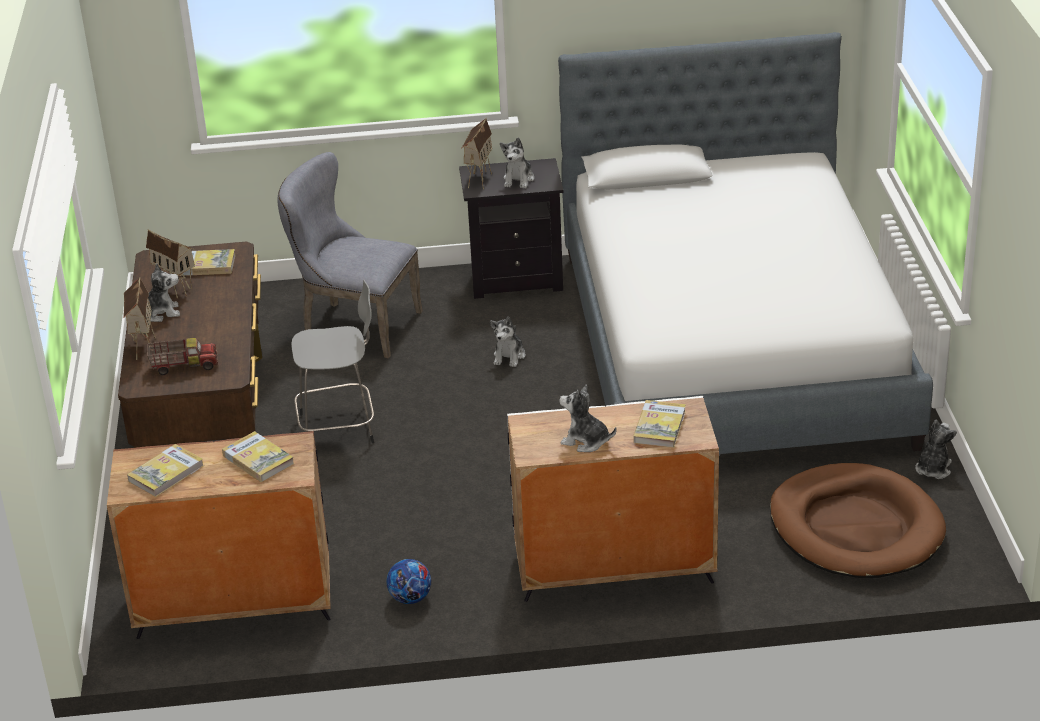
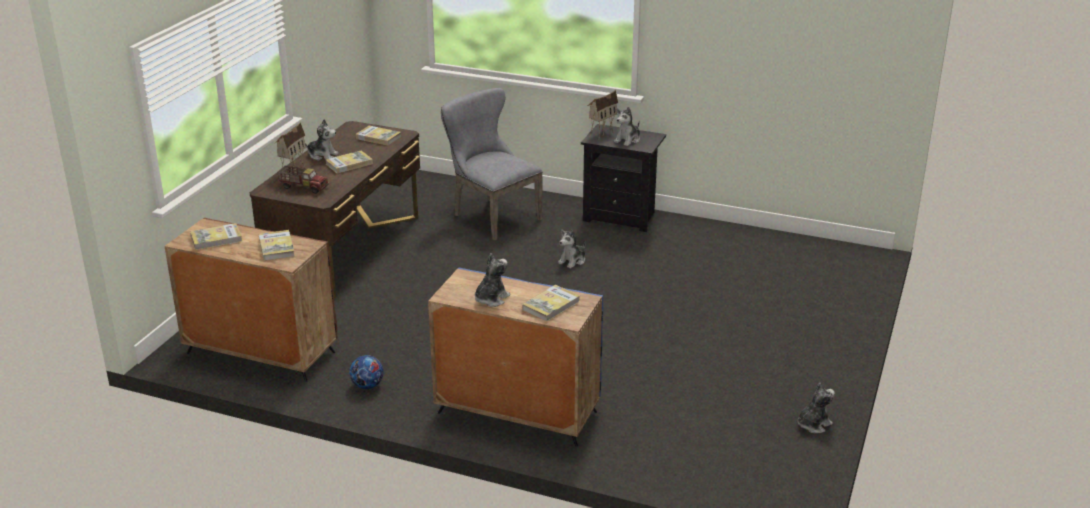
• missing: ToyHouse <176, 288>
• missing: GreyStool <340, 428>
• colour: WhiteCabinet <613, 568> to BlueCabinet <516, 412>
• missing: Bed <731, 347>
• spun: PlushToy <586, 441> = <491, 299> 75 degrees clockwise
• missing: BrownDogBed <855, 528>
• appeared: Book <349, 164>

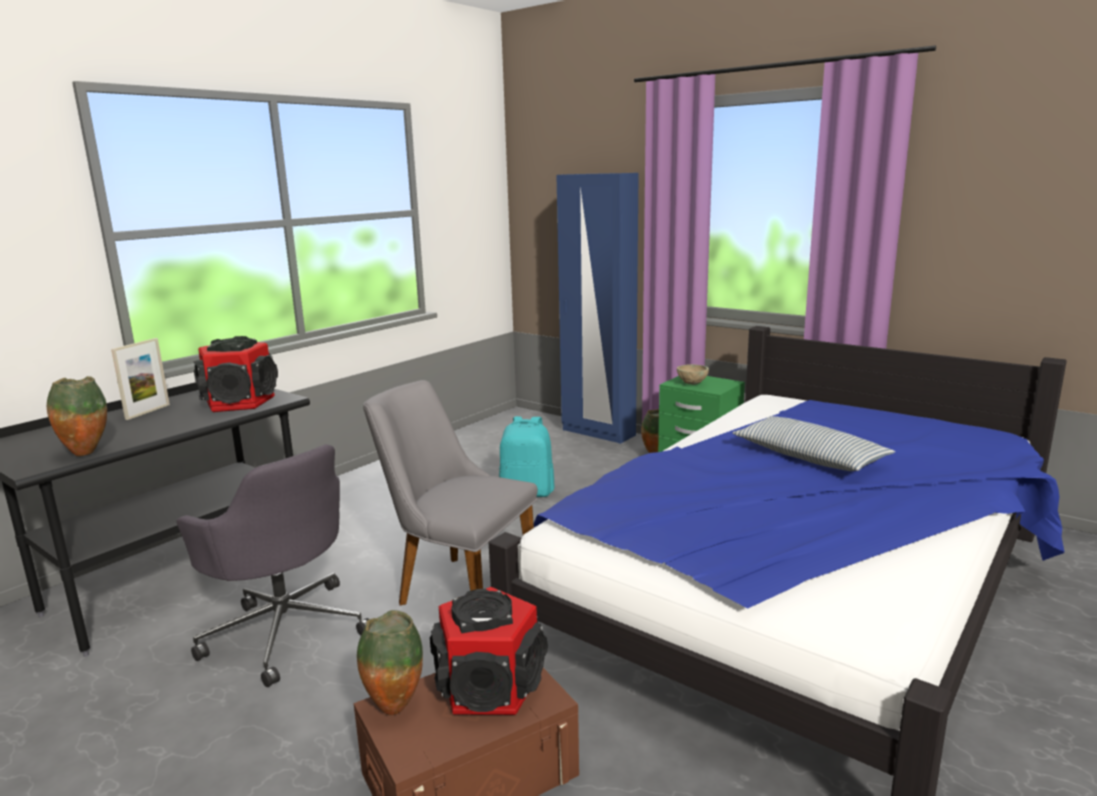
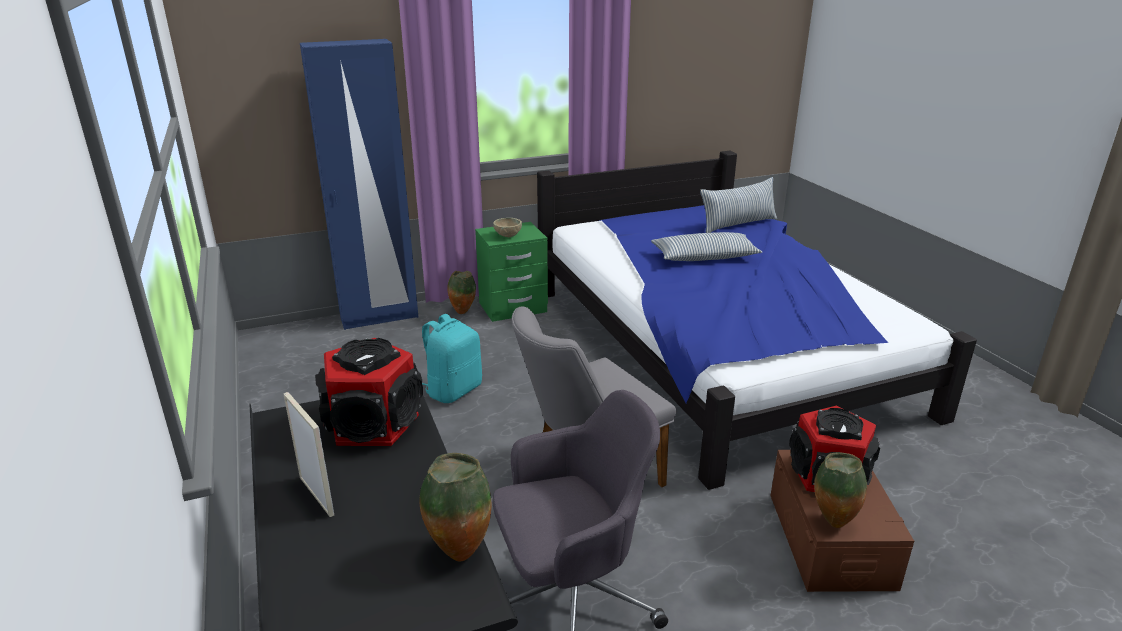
• appeared: Pillow <738, 224>

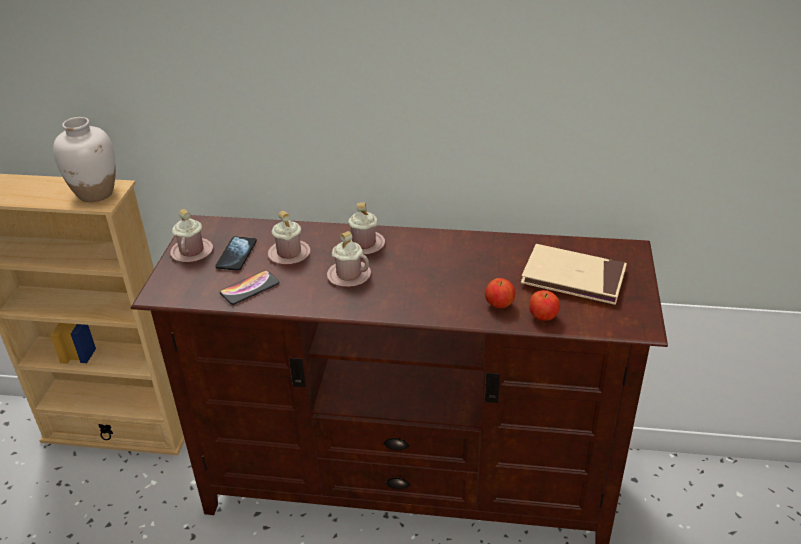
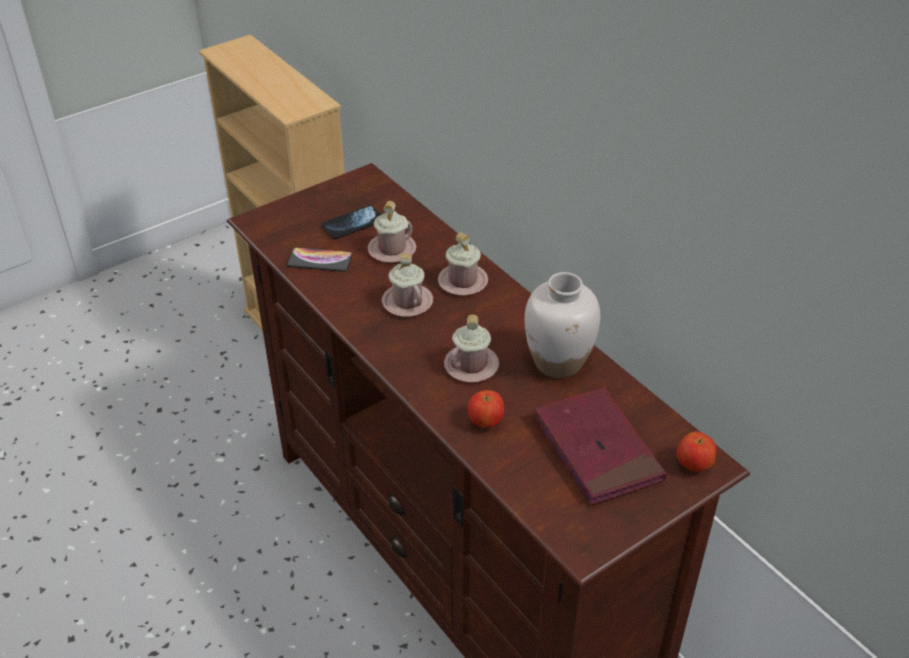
• relocated: WhiteVase <96, 193> to <558, 363>
• relocated: PinkMug <192, 252> to <471, 365>
• colour: BeigeBook <573, 278> to RedBook <597, 449>
• relocated: Apple <543, 317> to <693, 465>

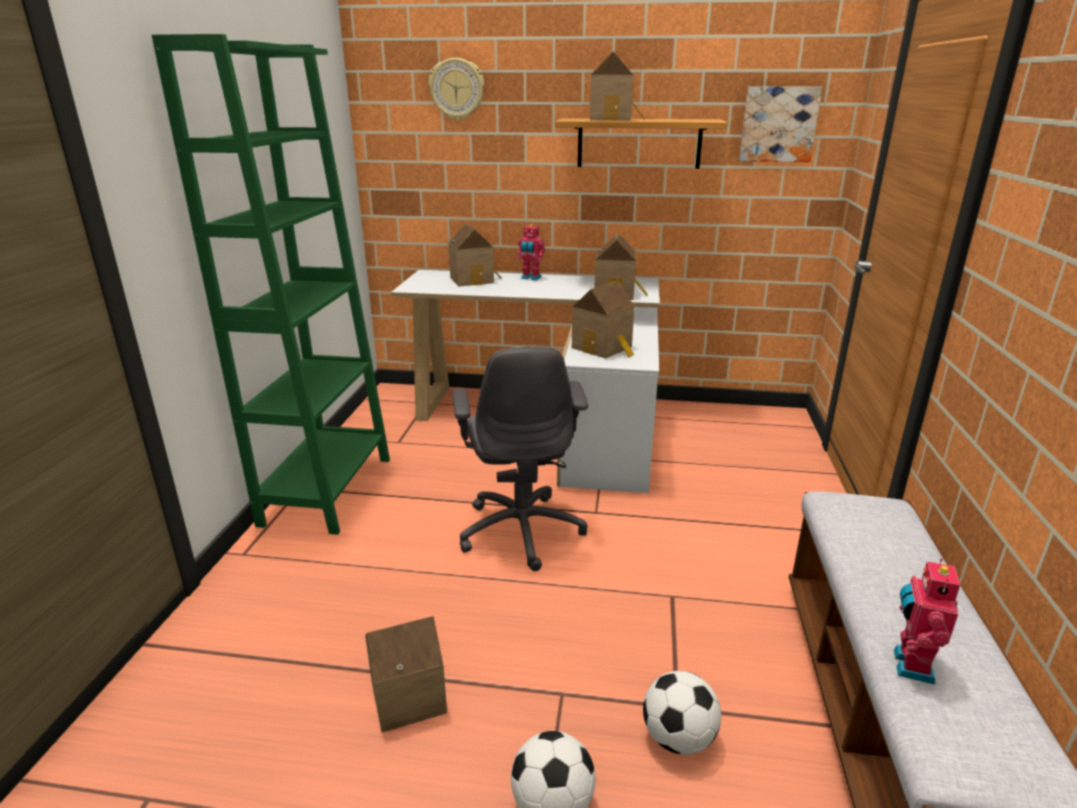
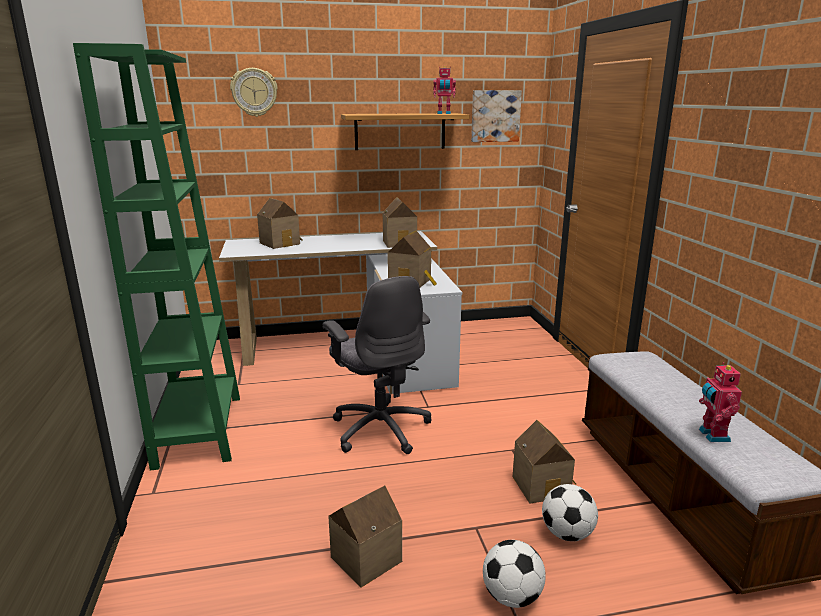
• relocated: ToyRobot <530, 278> to <444, 113>
• relocated: ToyHouse <613, 119> to <543, 486>

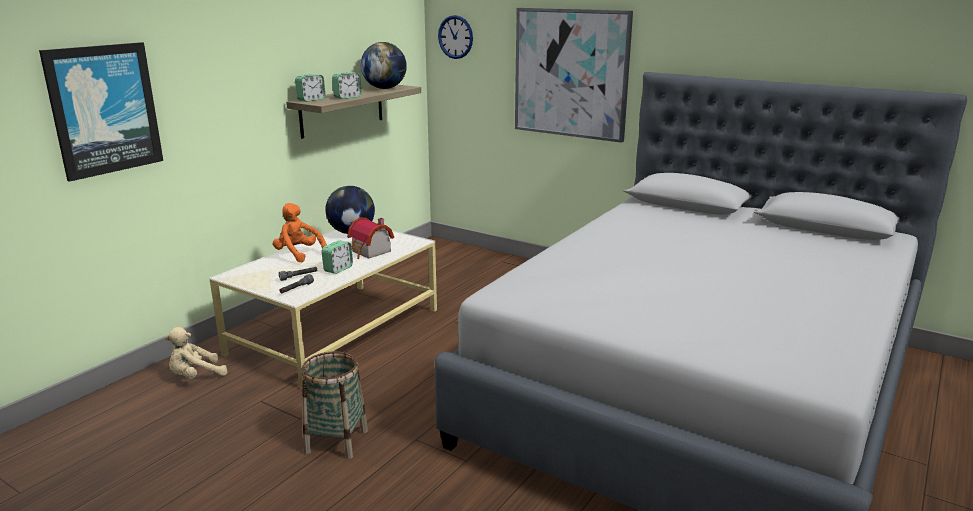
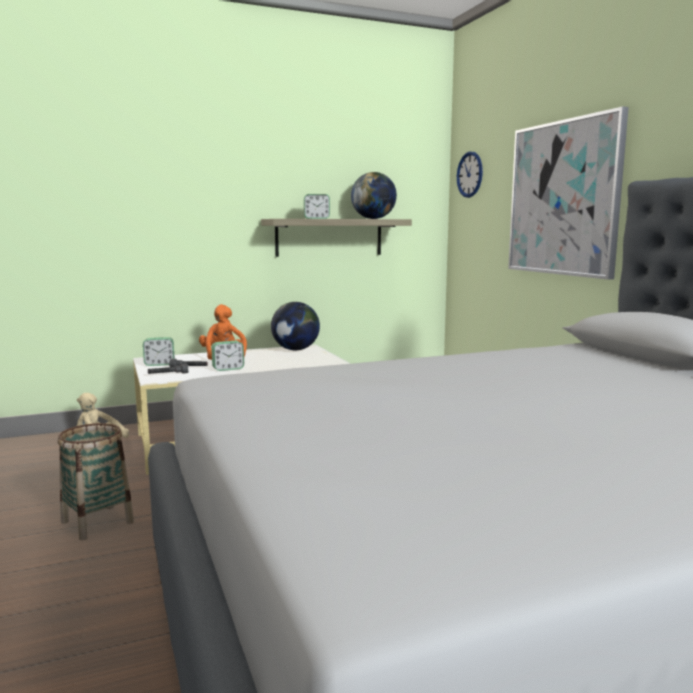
• missing: Picture <104, 109>
• relocated: AlarmClock <311, 100> to <159, 364>
• missing: ToyHouse <370, 252>

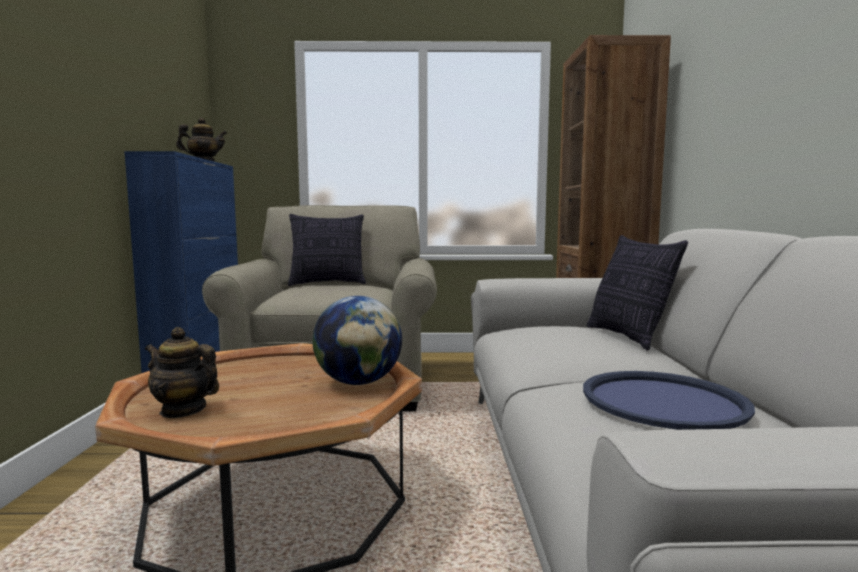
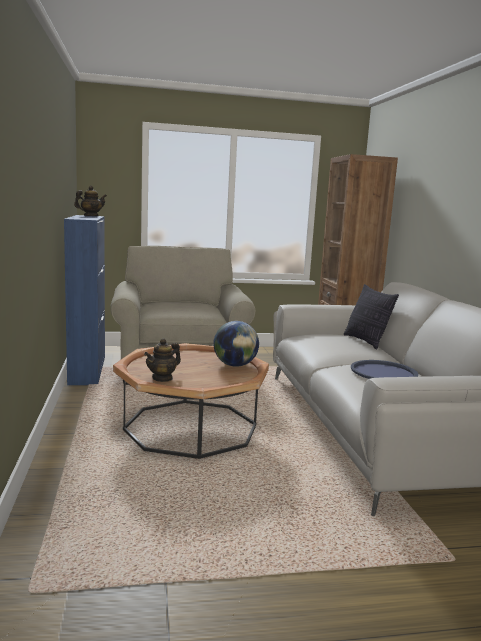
• spun: Teapot <183, 410> = <162, 378> 60 degrees counterclockwise
• missing: Pillow <328, 284>

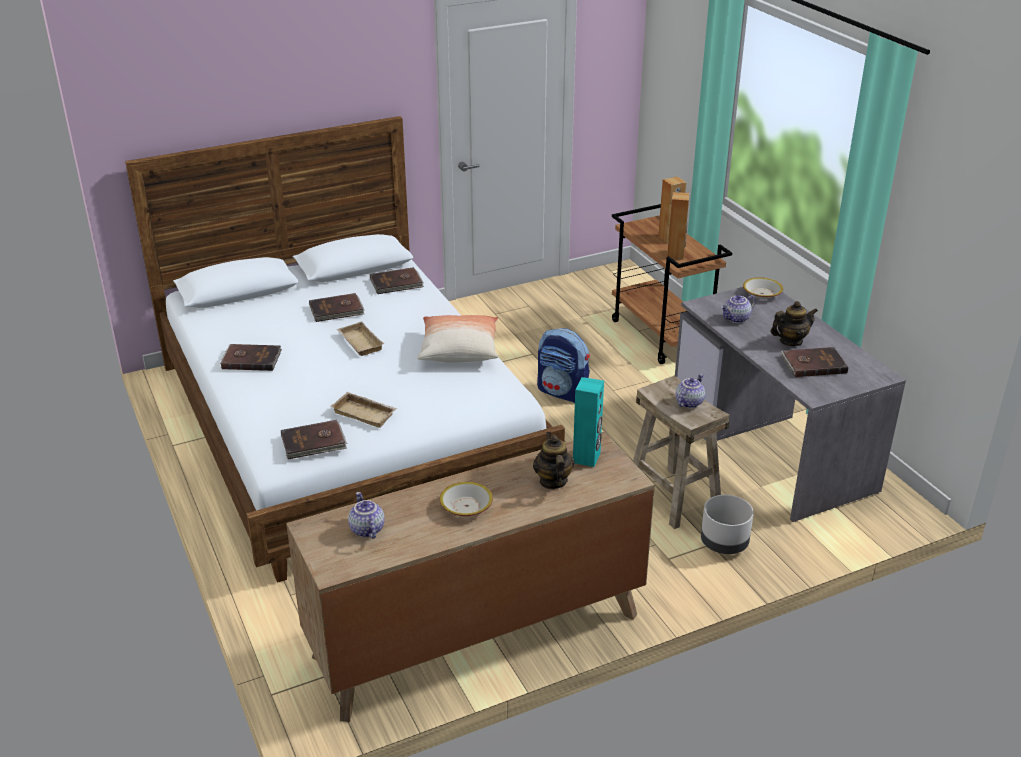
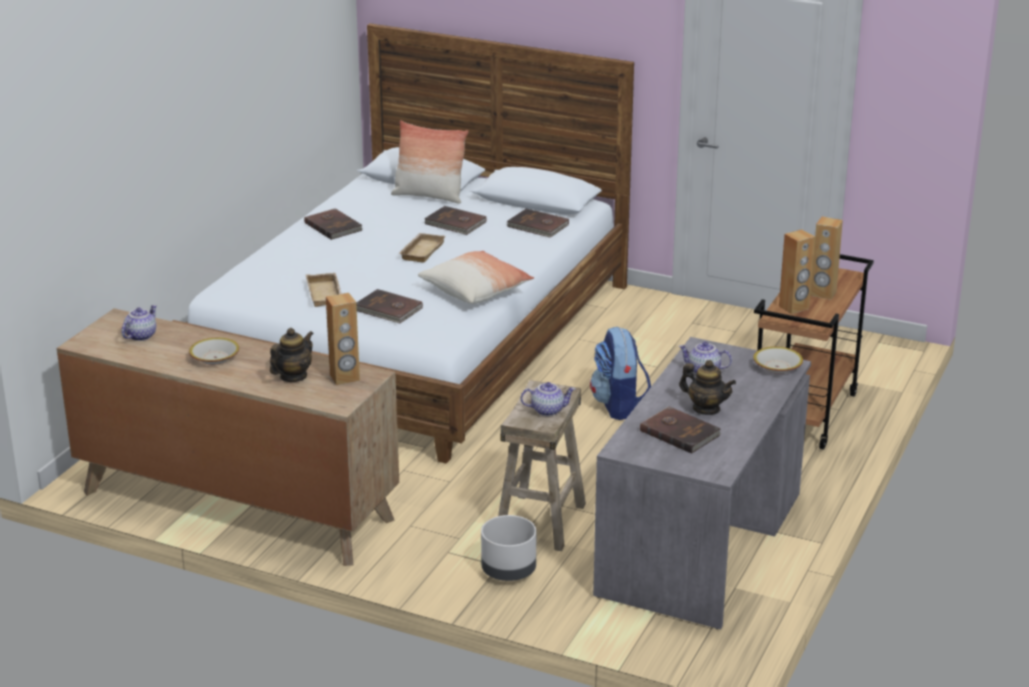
• relocated: BrownBook <314, 442> to <388, 310>
• colour: TurquoiseSpeaker <587, 458> to BrownSpeaker <345, 378>
• appeared: Pillow <429, 196>

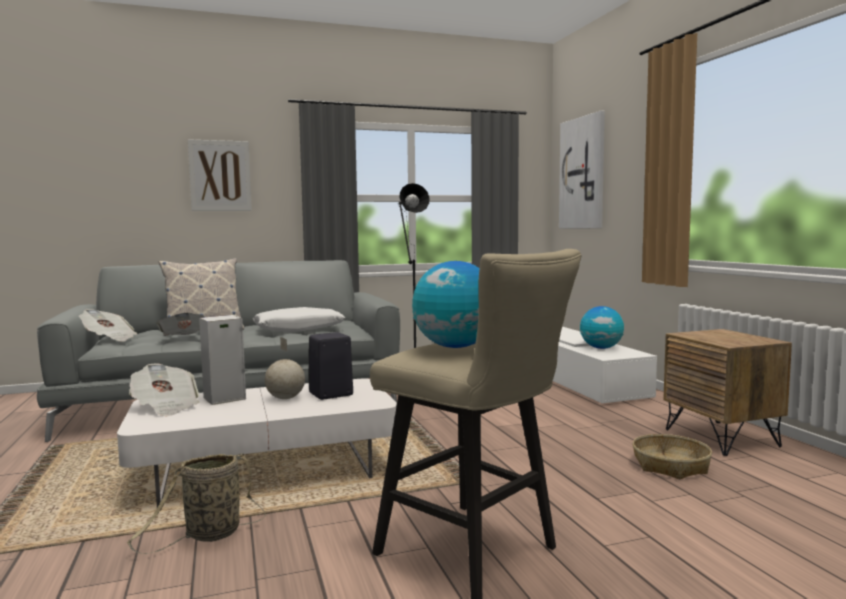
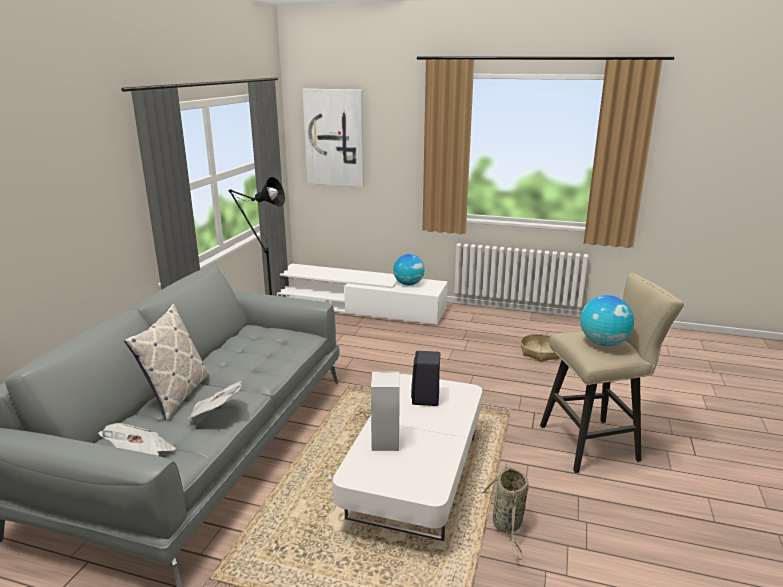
• missing: Newspaper <166, 407>
• missing: Picture <220, 176>
• missing: WhitePillow <298, 329>
• missing: Globe <285, 398>
• missing: BrownNightstand <722, 438>

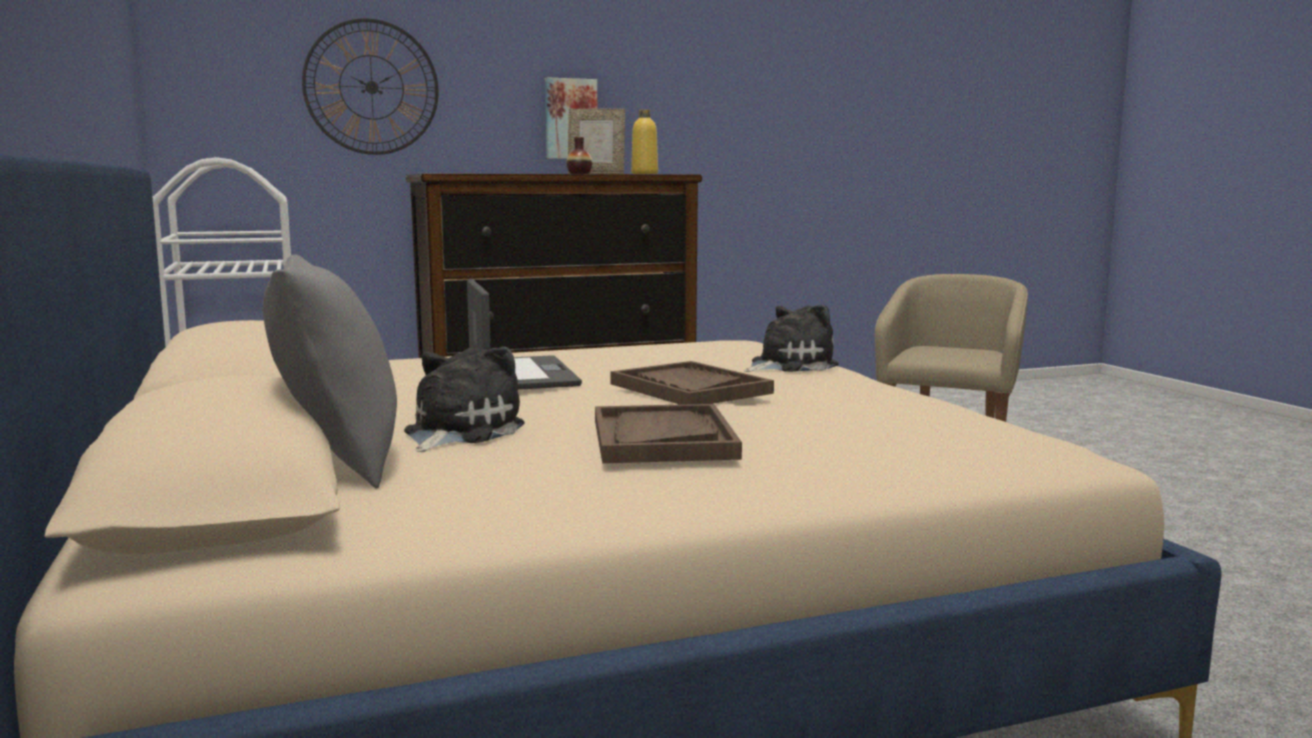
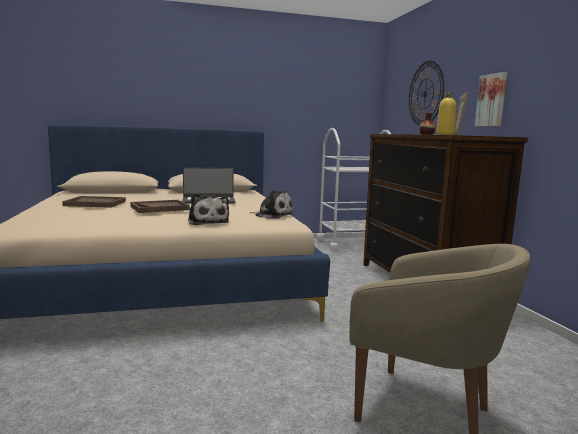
• missing: GreyPillow <338, 462>
• relocated: PlushToy <458, 432> to <272, 215>

